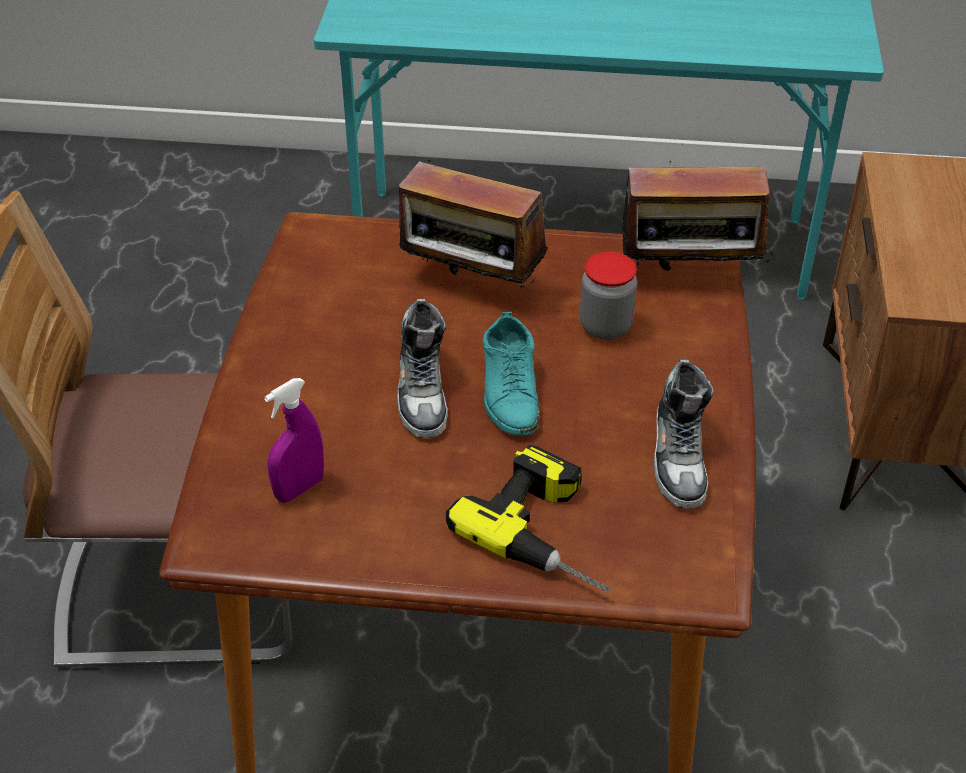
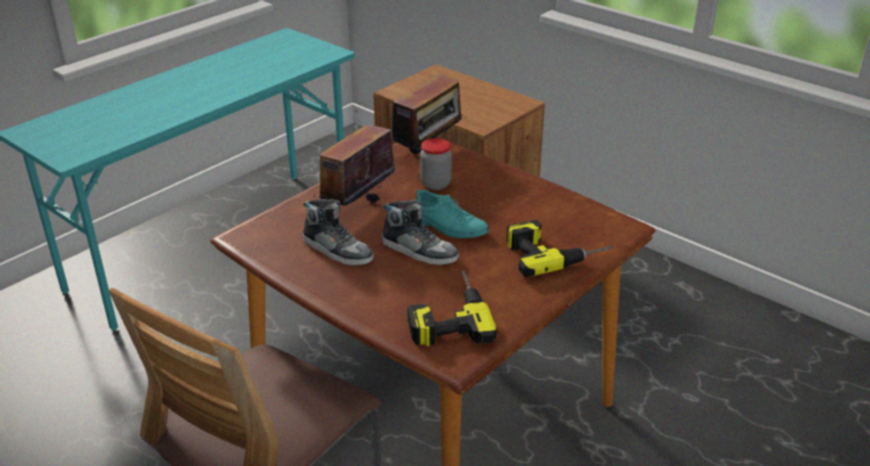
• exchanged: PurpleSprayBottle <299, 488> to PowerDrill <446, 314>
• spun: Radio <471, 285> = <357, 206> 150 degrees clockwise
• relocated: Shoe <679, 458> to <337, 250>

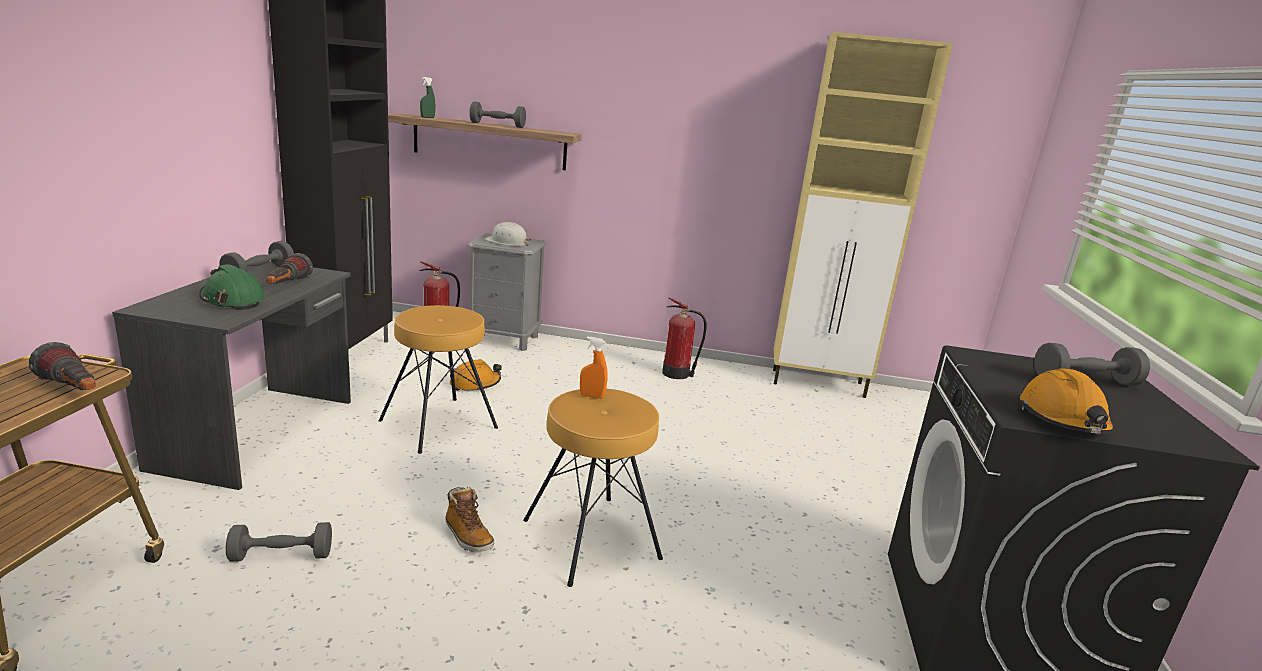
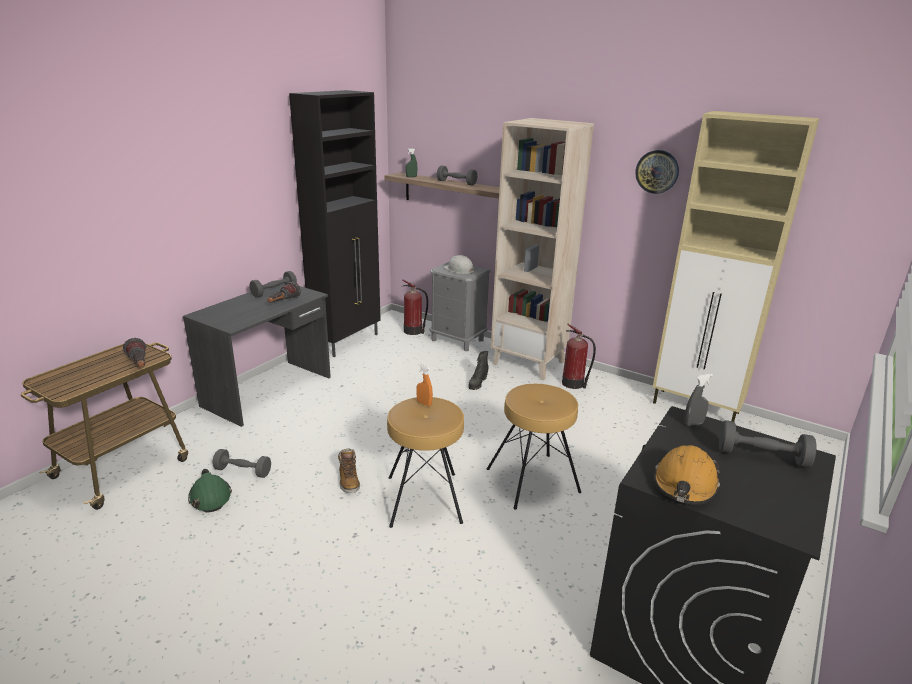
• relocated: GreenHardHat <232, 300> to <210, 497>
• relocated: BrownStool <439, 424> to <533, 481>
• missing: OrangeHardHat <475, 384>
• appeared: BlackBoot <477, 383>
• appeared: BeigeBookcase <529, 363>
• appeared: WallClock <657, 171>
• appeared: GreySprayBottle <693, 423>

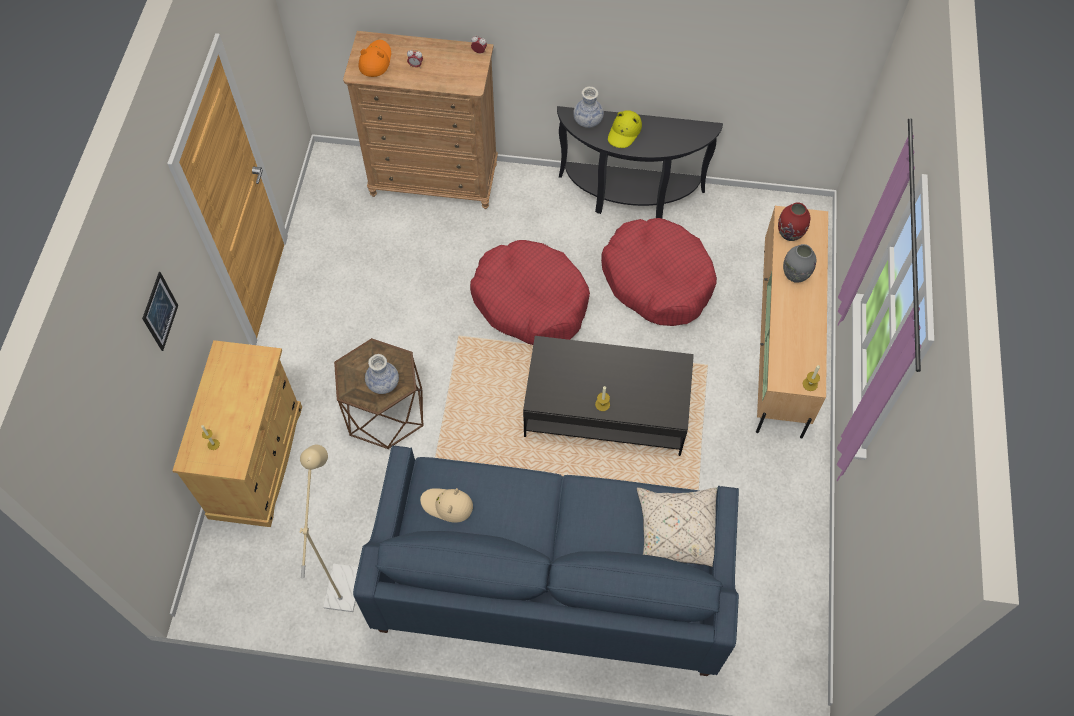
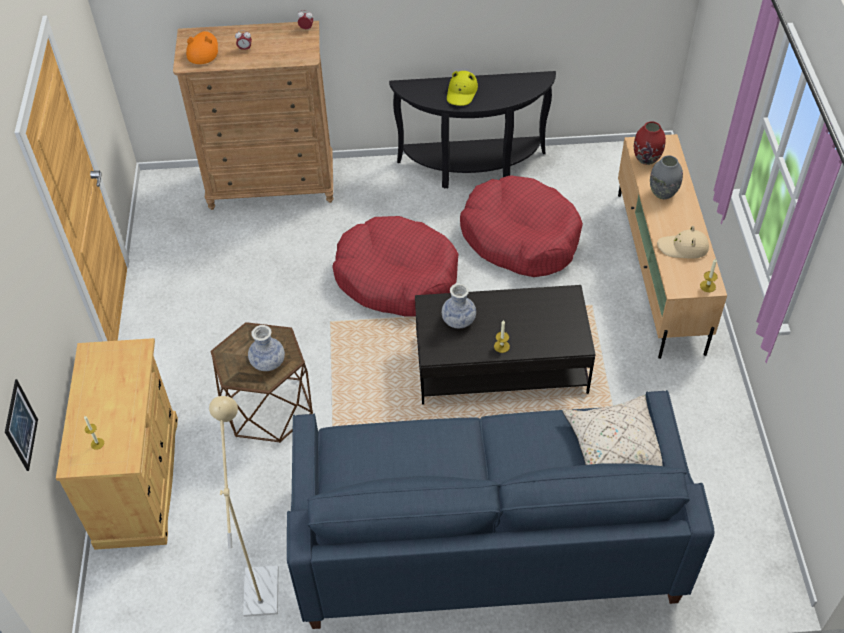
• relocated: Picture <160, 311> to <21, 425>
• relocated: BeigeHat <447, 505> to <683, 247>
• relocated: Vase <588, 120> to <458, 320>

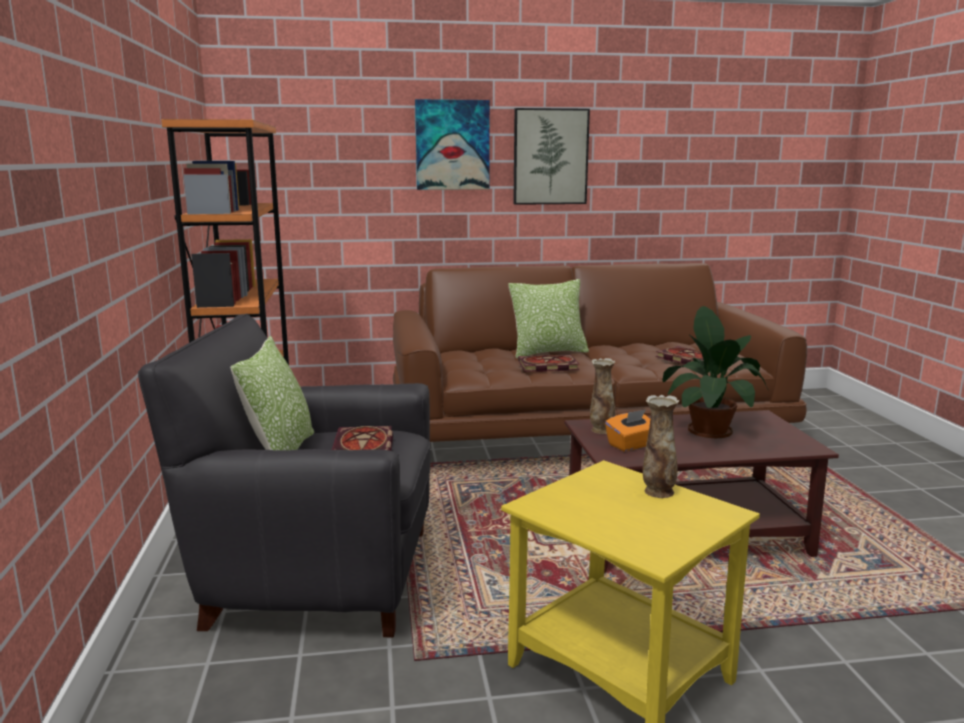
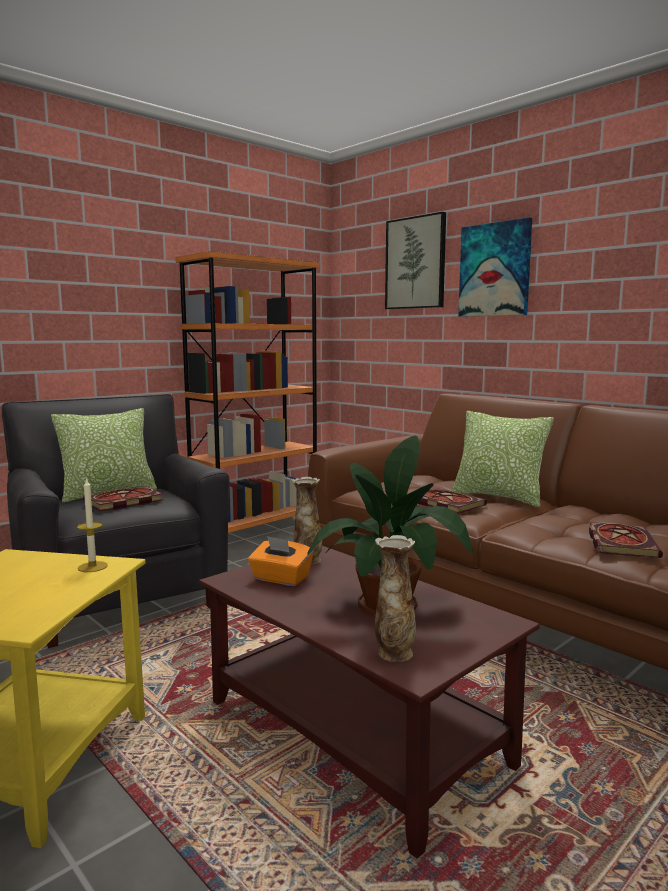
• relocated: Picture <550, 157> to <416, 263>
• relocated: Vase <658, 492> to <394, 653>
• appeared: Candle <92, 567>

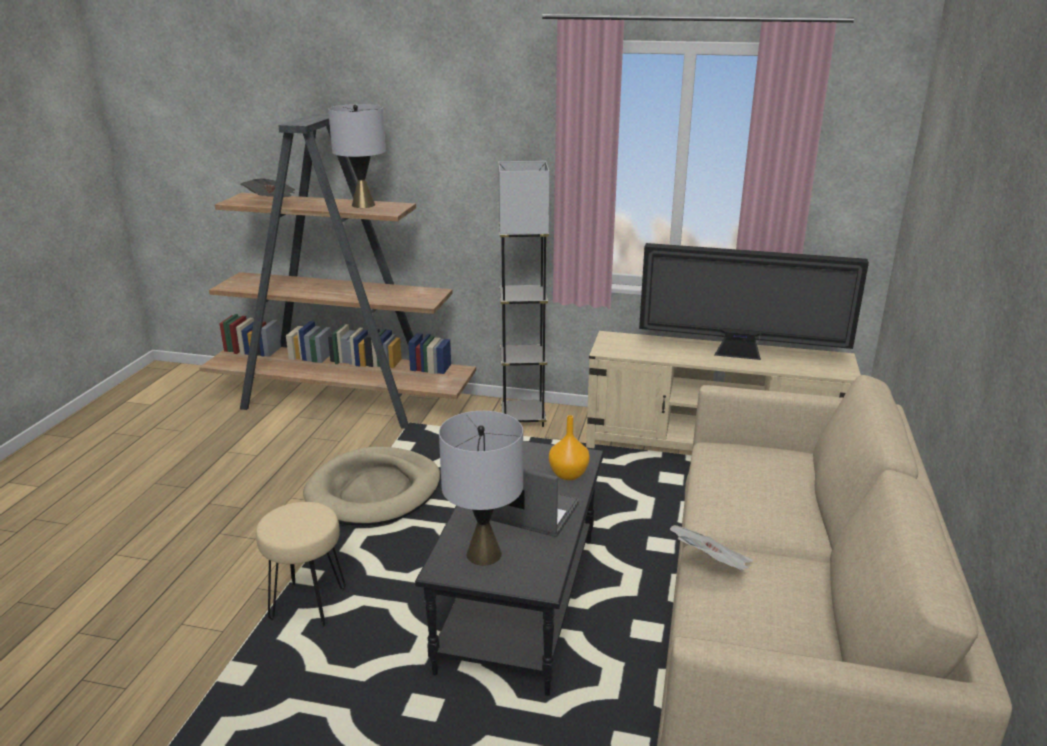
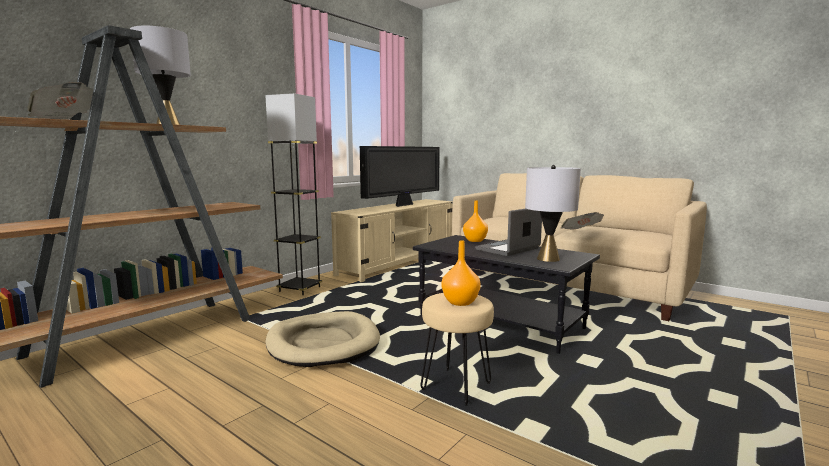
• appeared: OrangeVase <461, 302>

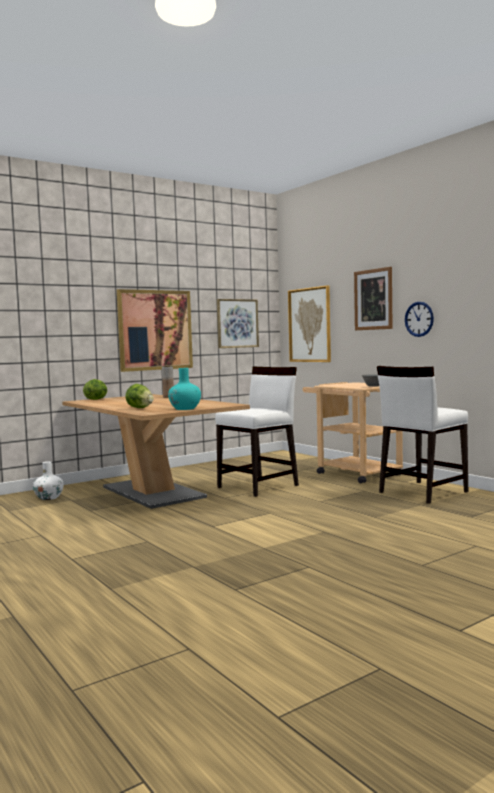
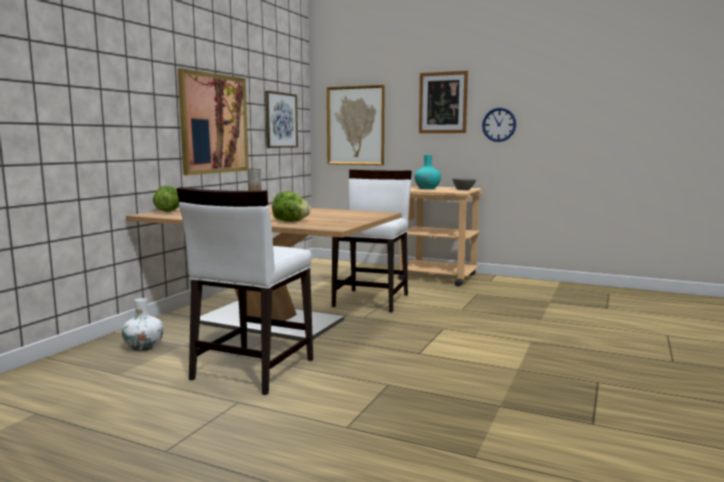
• relocated: TurquoiseVase <185, 409> to <427, 188>
• relocated: WhiteChair <422, 492> to <252, 369>

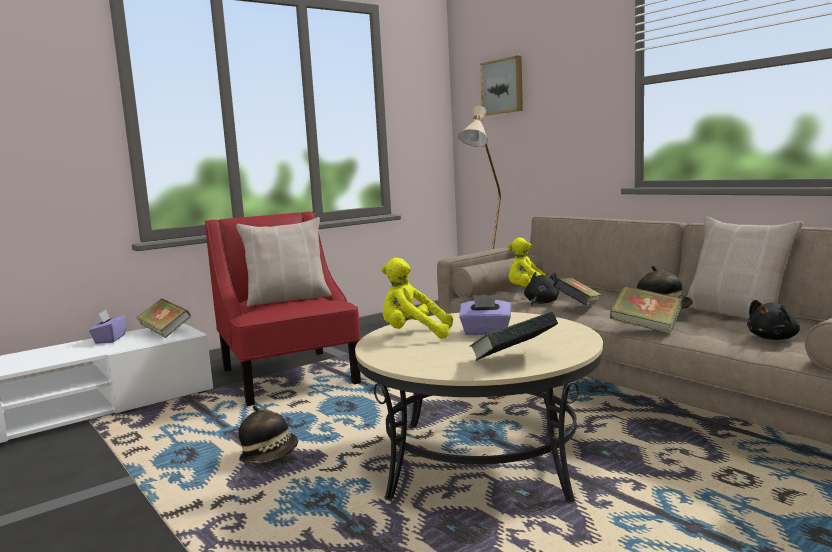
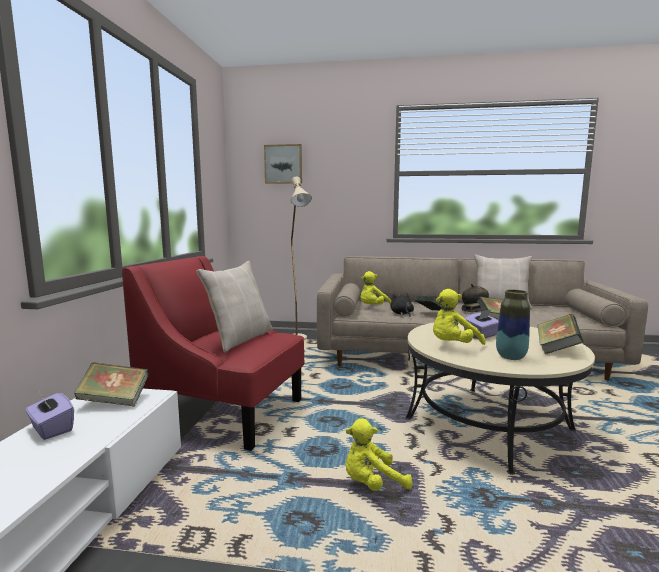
• exchanged: Hat <270, 456> to YellowPlushToy <372, 483>
• missing: BlackPlushToy <774, 338>
• appeared: Vase <511, 357>

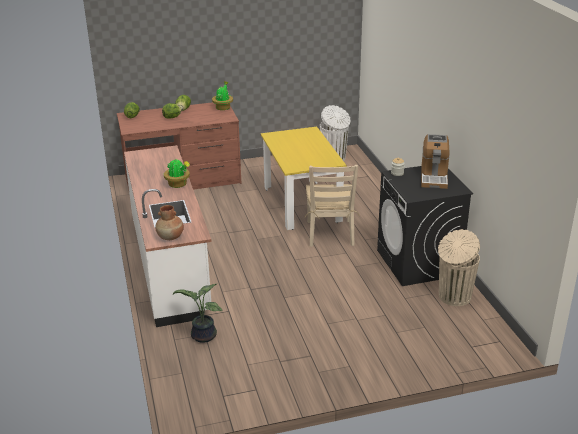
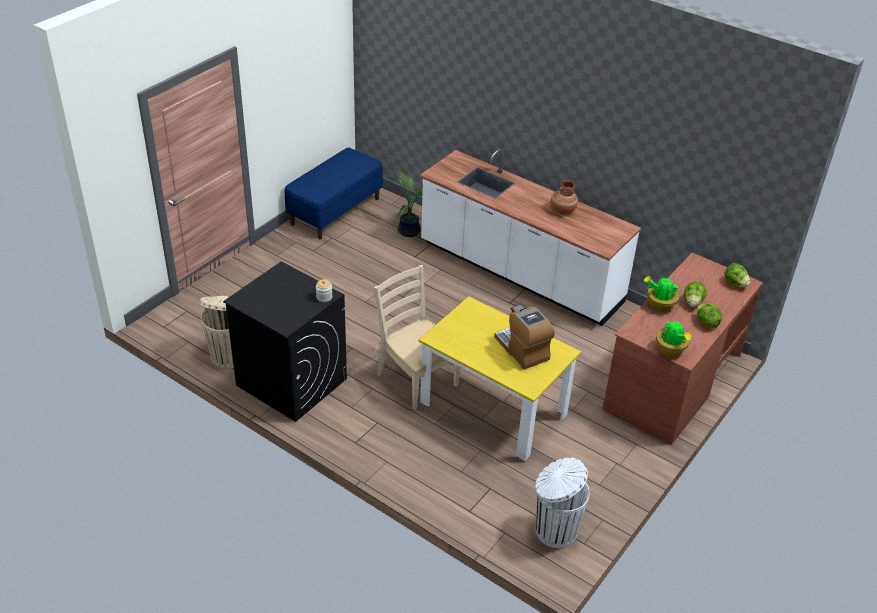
• relocated: BrownVase <170, 237> to <562, 210>
• relocated: PottedPlant <178, 184> to <659, 305>
• relocated: CoffeeMachine <434, 177> to <522, 349>
• appeared: BlueBench <335, 211>

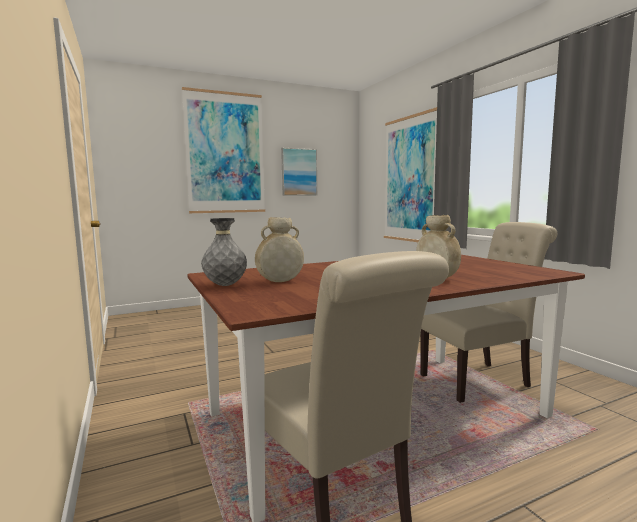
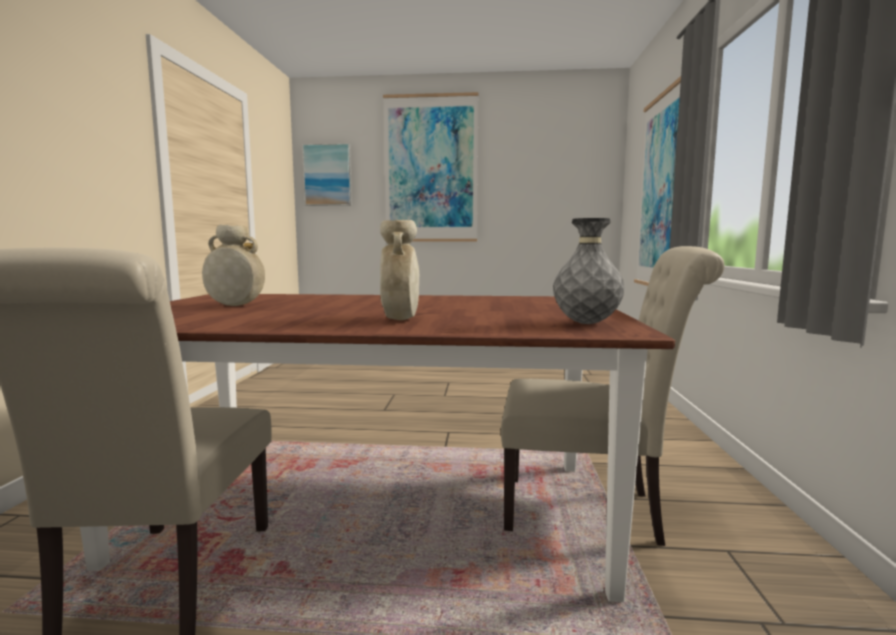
• relocated: GreyVase <225, 285> to <586, 323>
• relocated: Picture <299, 172> to <327, 175>

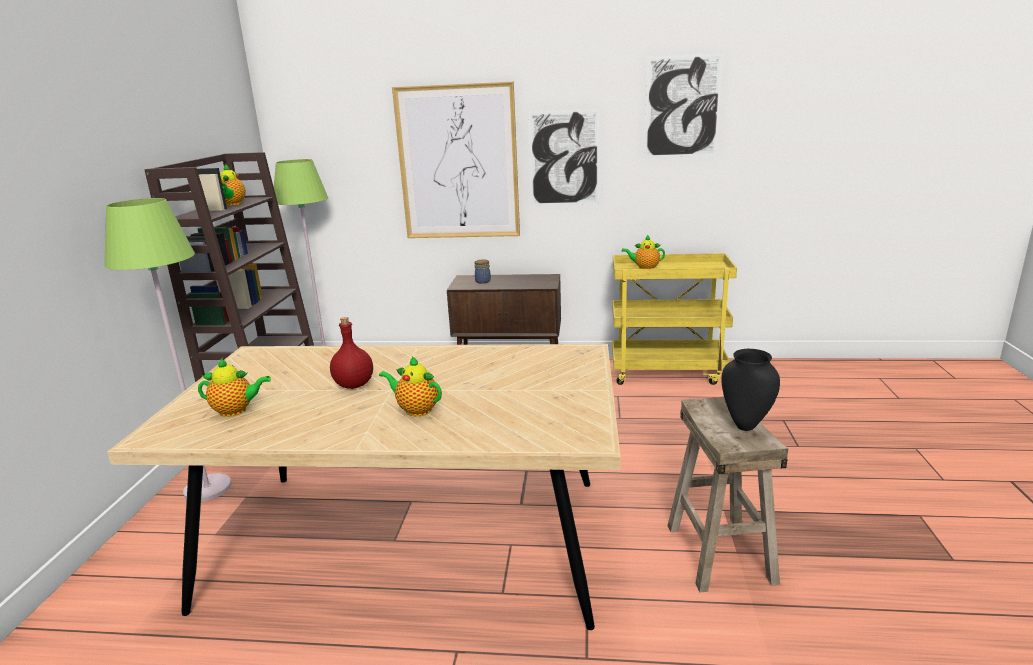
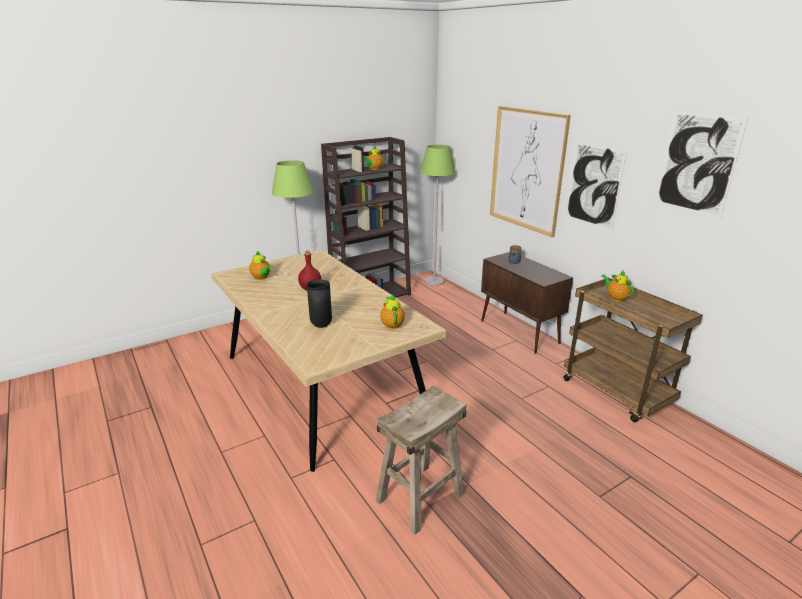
• relocated: Teapot <415, 410> to <392, 324>
• colour: YellowCart <667, 372> to BrownCart <617, 393>
• relocated: BlackVase <746, 425> to <322, 325>

